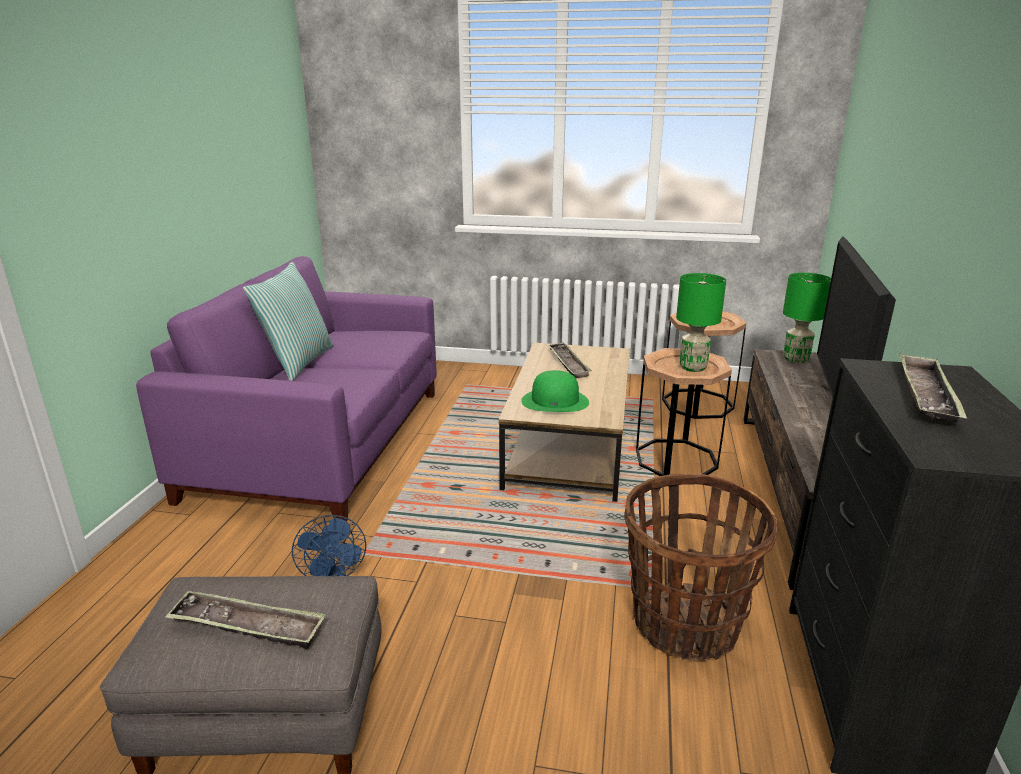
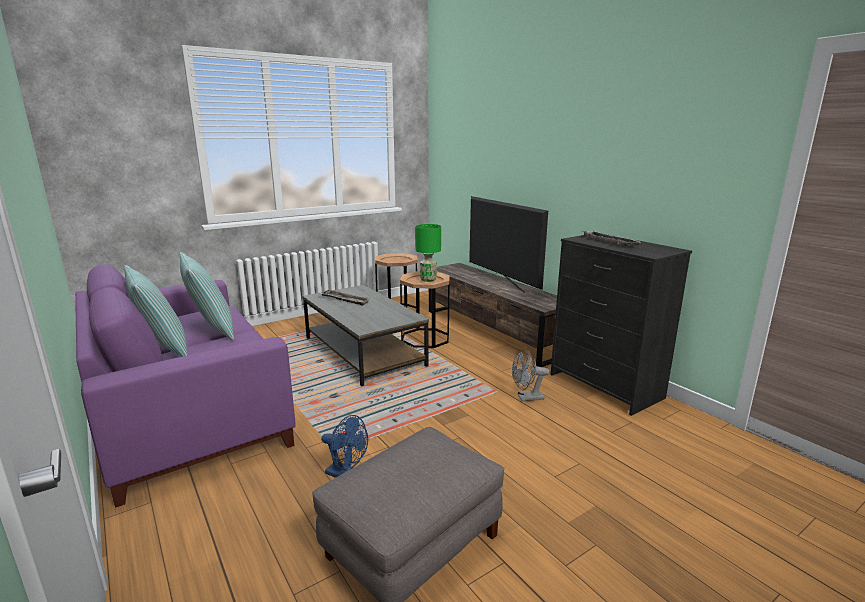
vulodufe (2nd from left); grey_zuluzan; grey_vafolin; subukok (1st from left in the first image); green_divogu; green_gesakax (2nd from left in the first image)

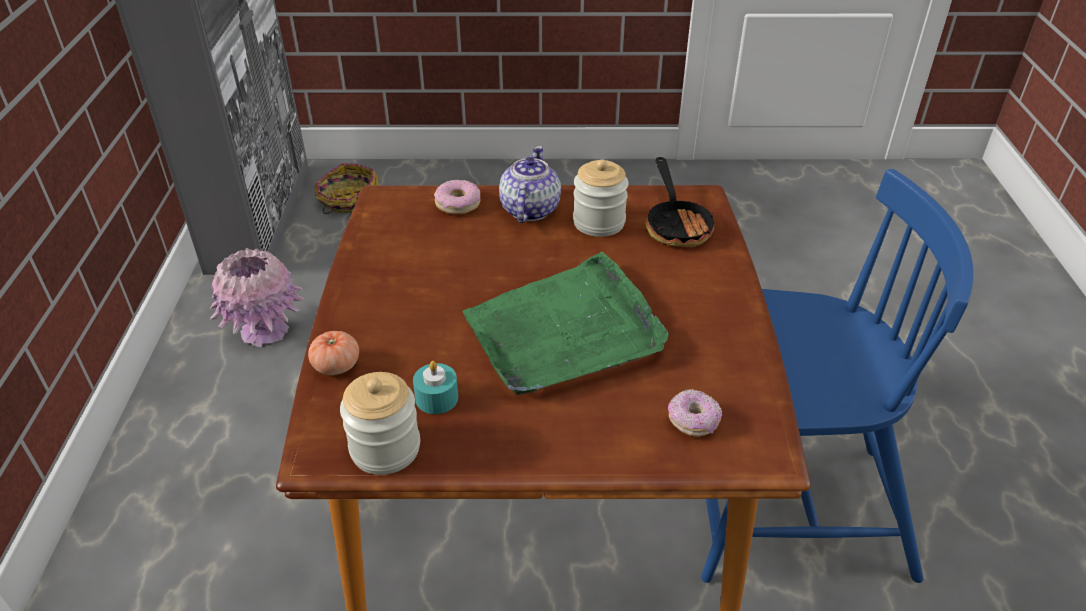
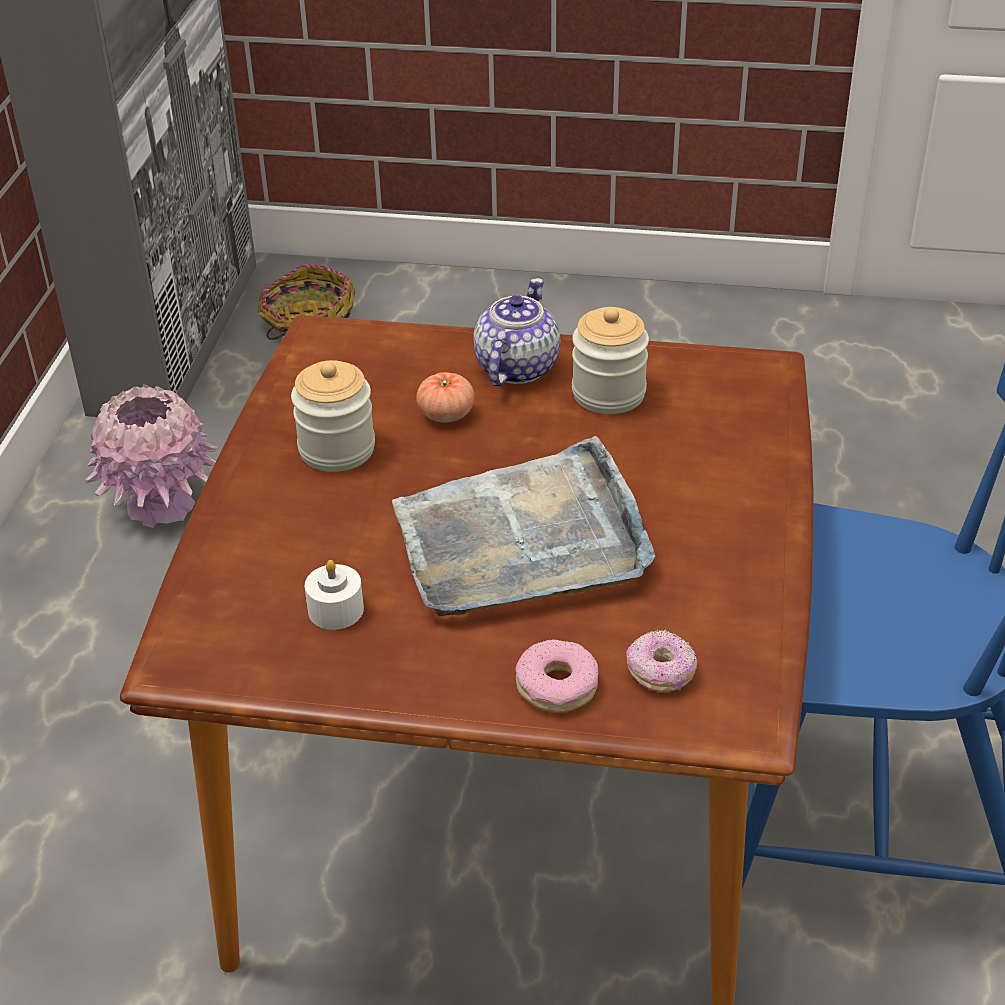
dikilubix (1st from left); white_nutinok; grey_subukok; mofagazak; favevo (1st from left); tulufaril

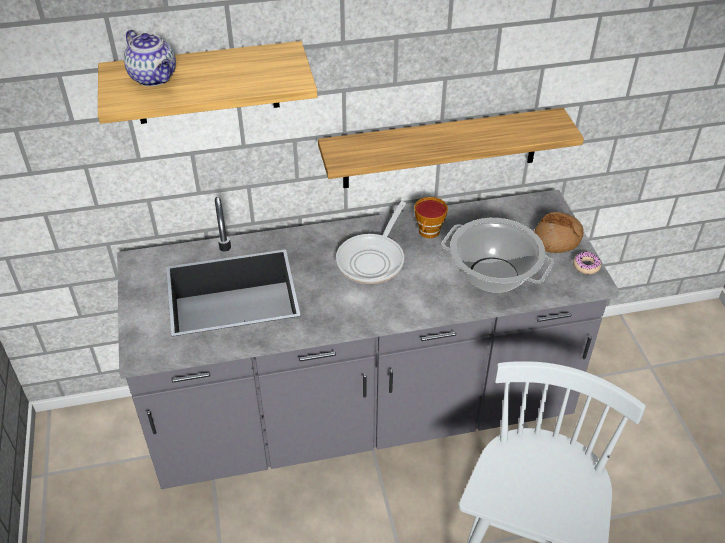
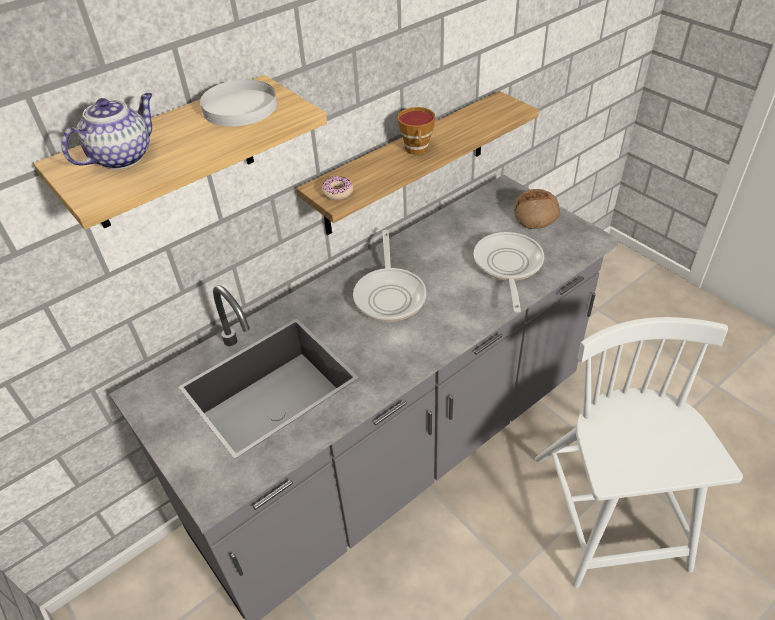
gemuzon; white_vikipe; favevo; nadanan; tulufaril (2nd from left)

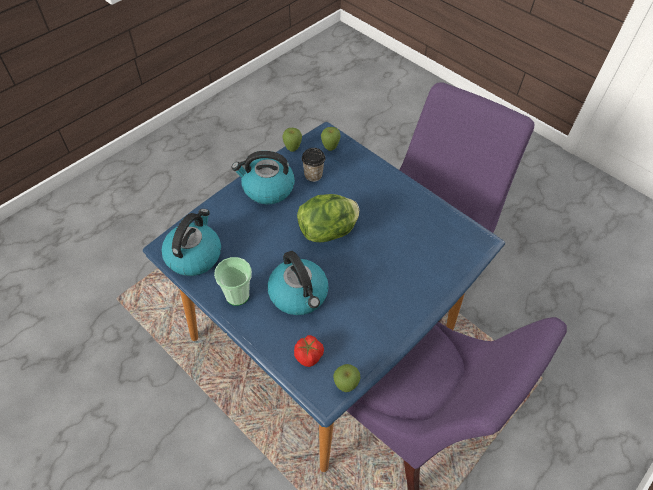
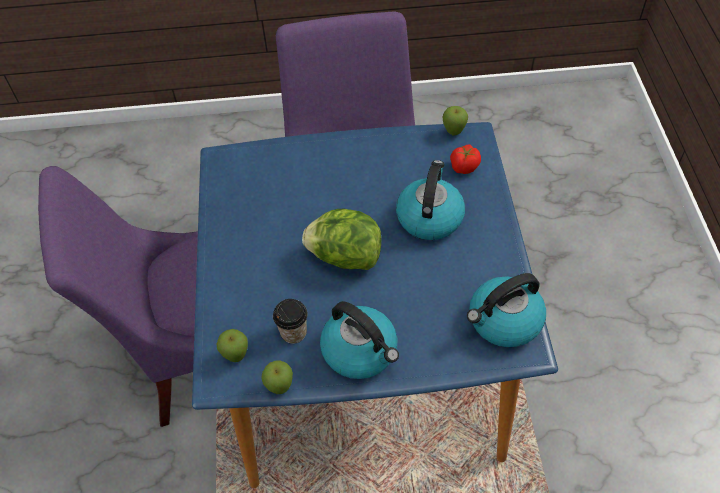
nadanan (1st from left in the first image)

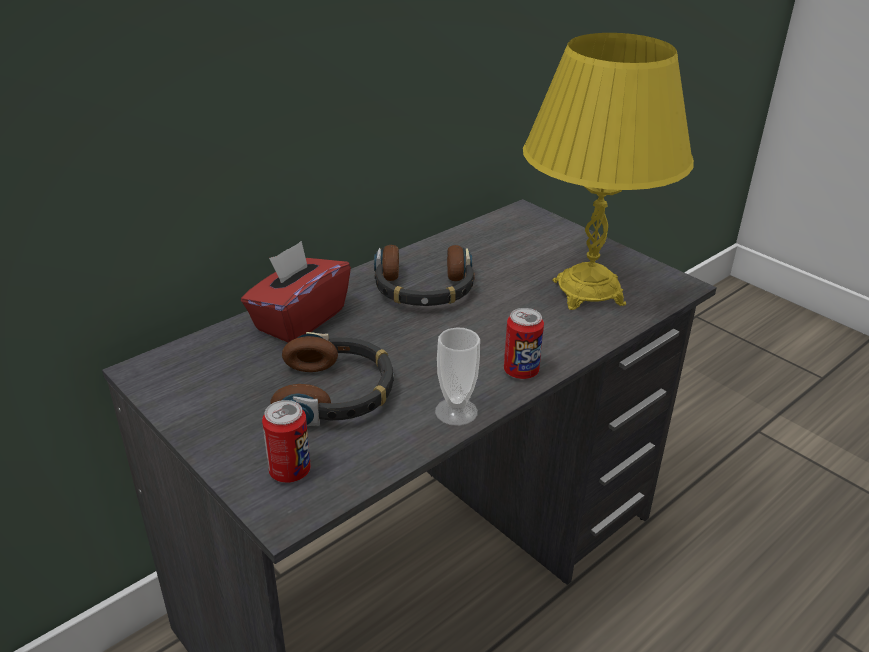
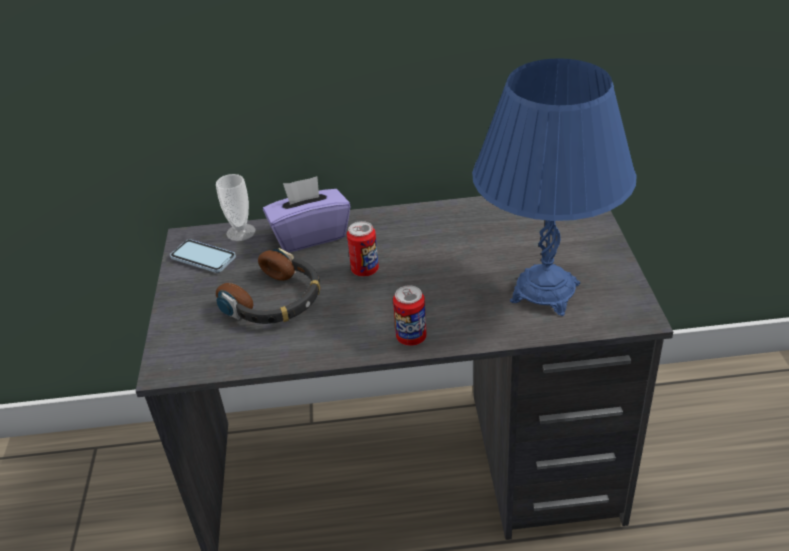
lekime; nadanan; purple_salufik; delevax (1st from left); blue_gesakax; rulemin (2nd from left in the first image)

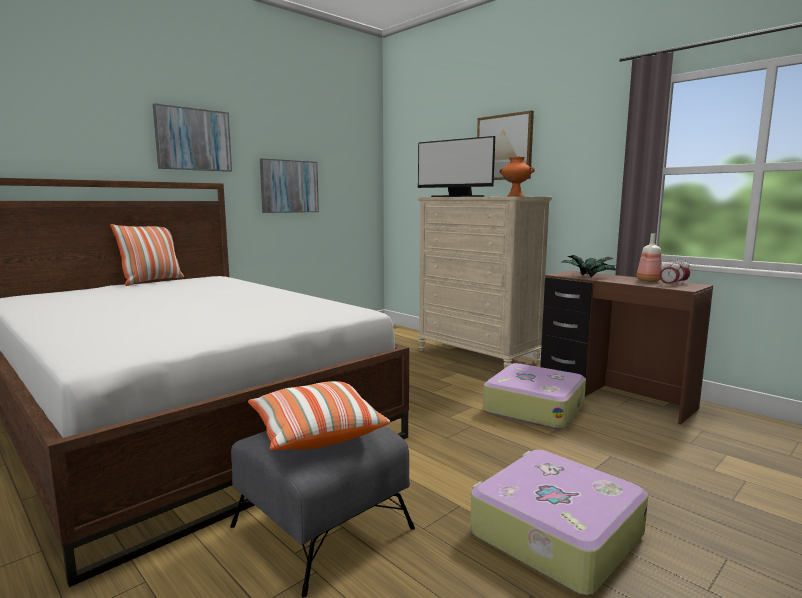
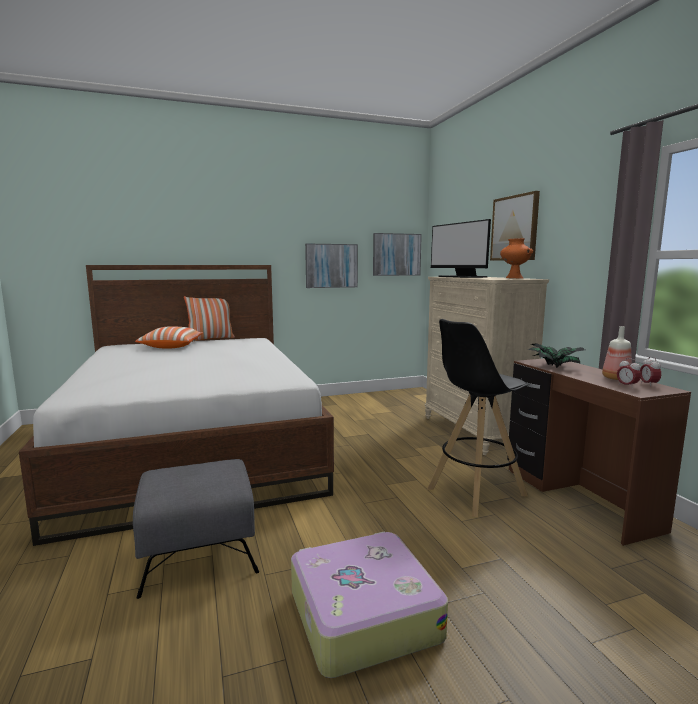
vulodufe (1st from left); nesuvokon (2nd from left); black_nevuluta

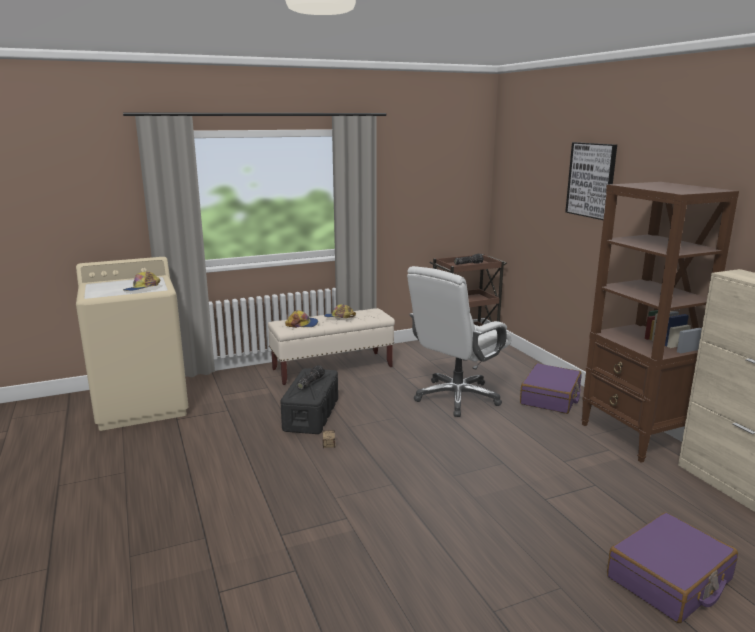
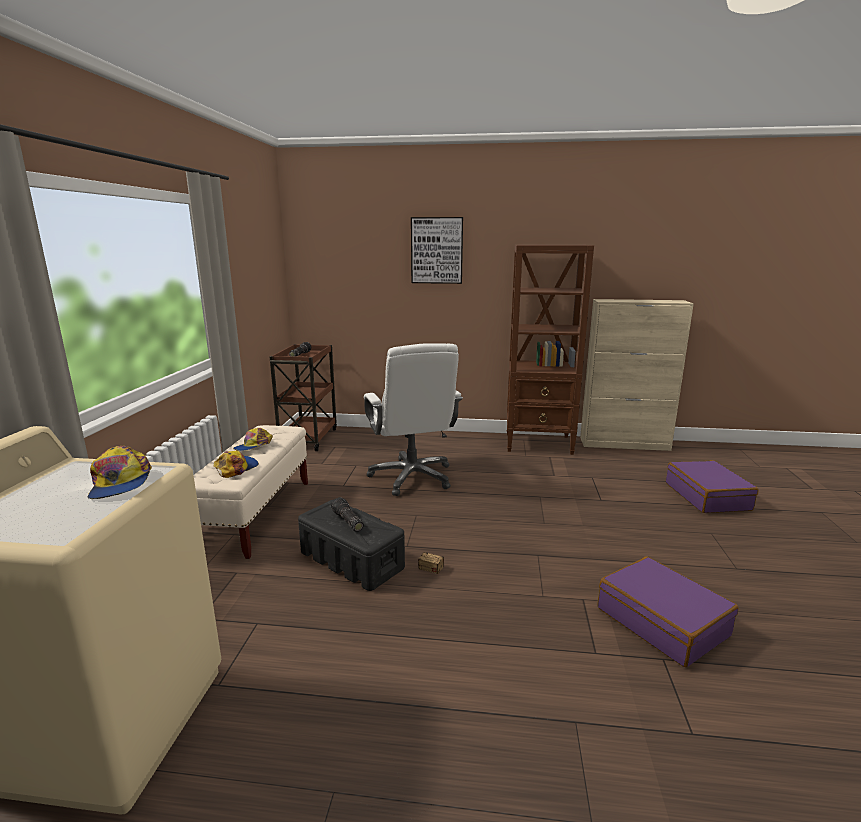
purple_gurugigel (1st from left)

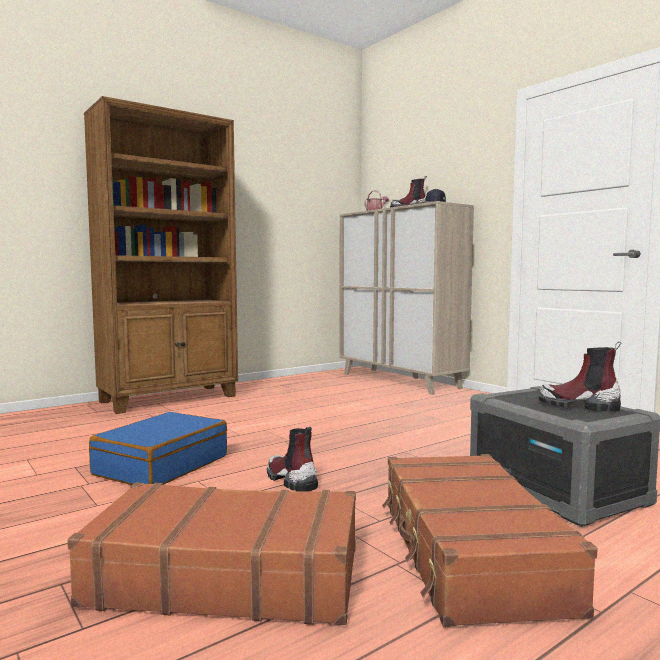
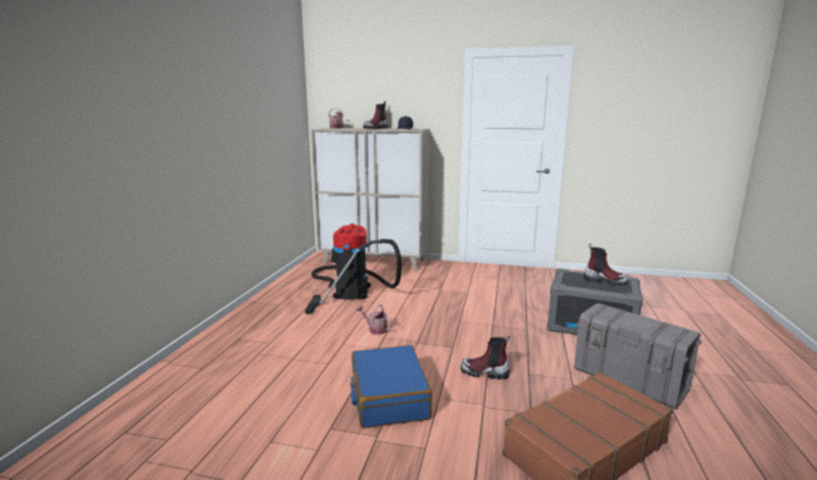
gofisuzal; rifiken (2nd from left); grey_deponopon (2nd from left); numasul (3rd from left); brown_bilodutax

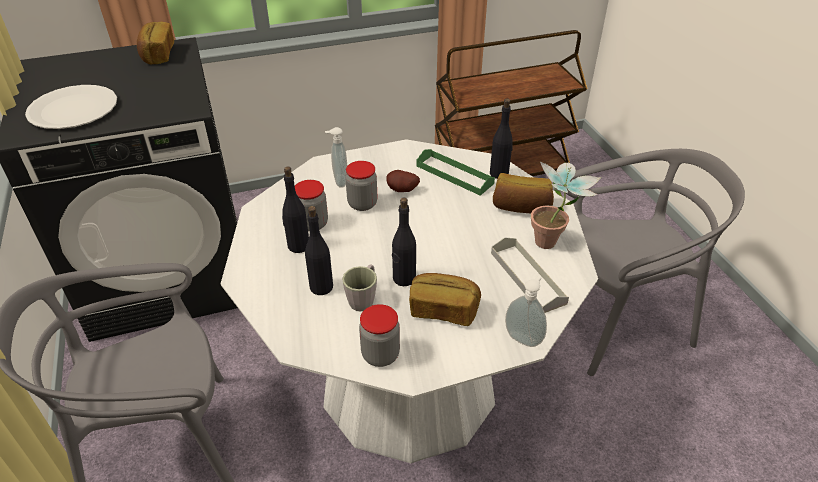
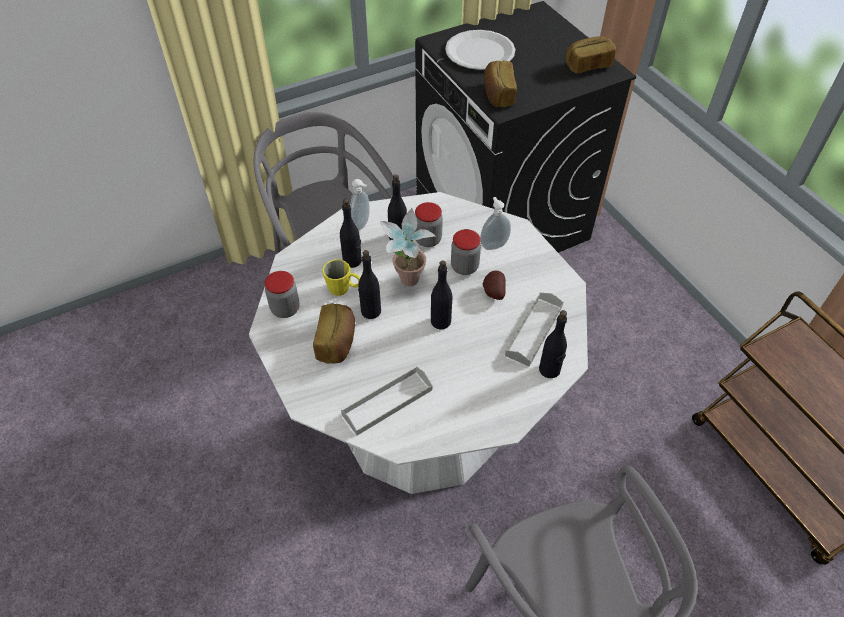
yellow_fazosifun; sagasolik (1st from left); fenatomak; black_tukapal (4th from left); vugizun (2nd from left); grey_subukok (2nd from left)

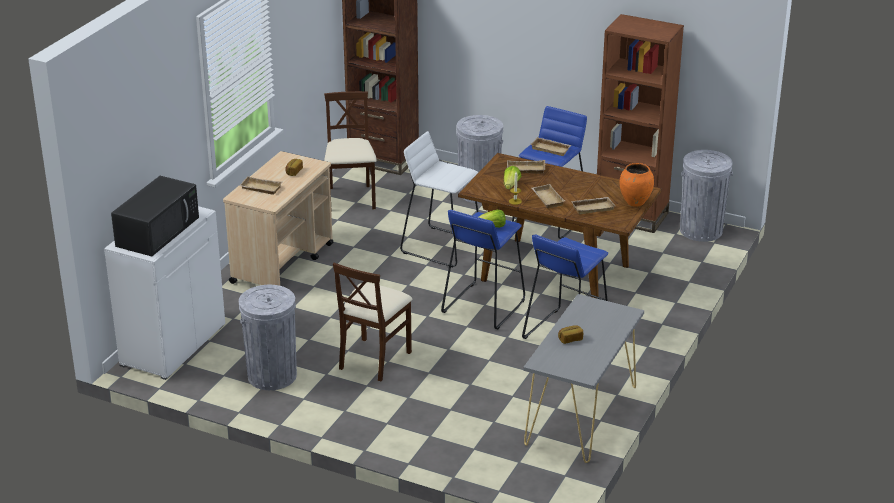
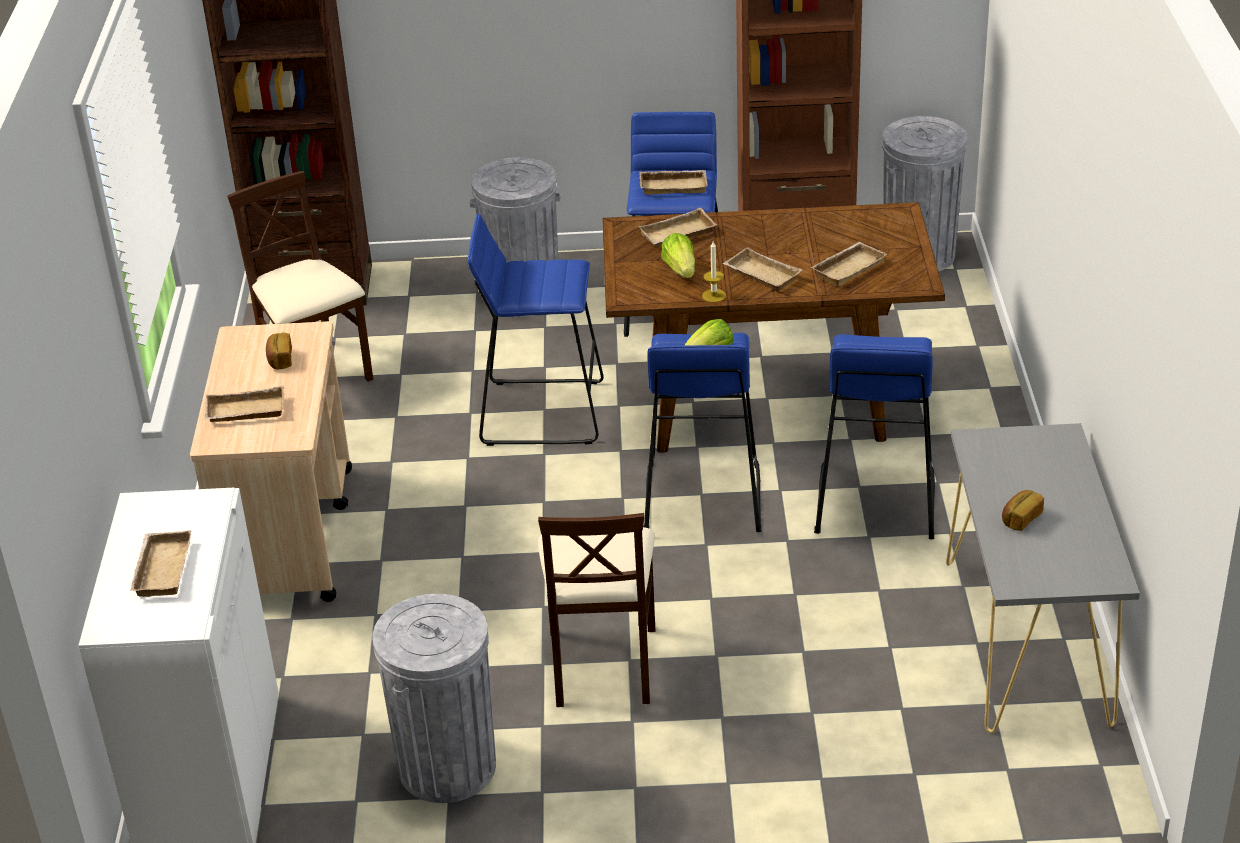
beige_subukok (1st from left); blue_nevuluta (1st from left); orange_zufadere

